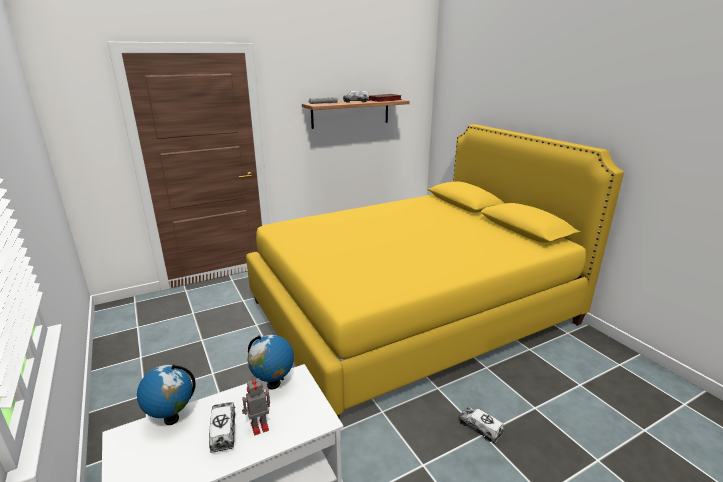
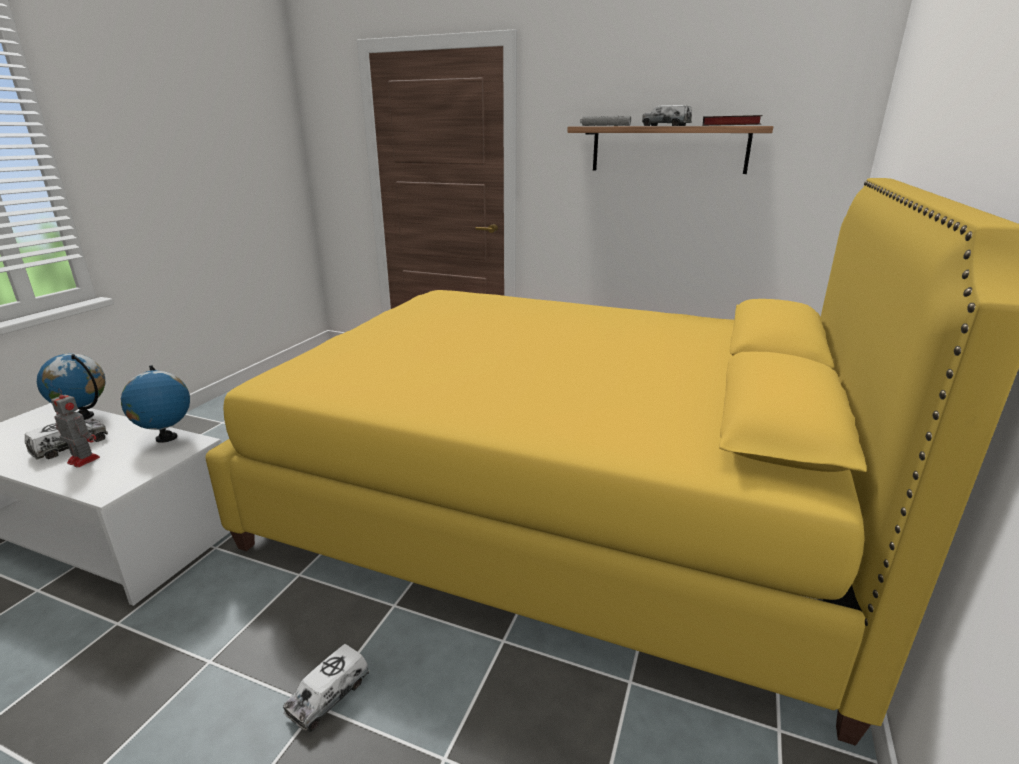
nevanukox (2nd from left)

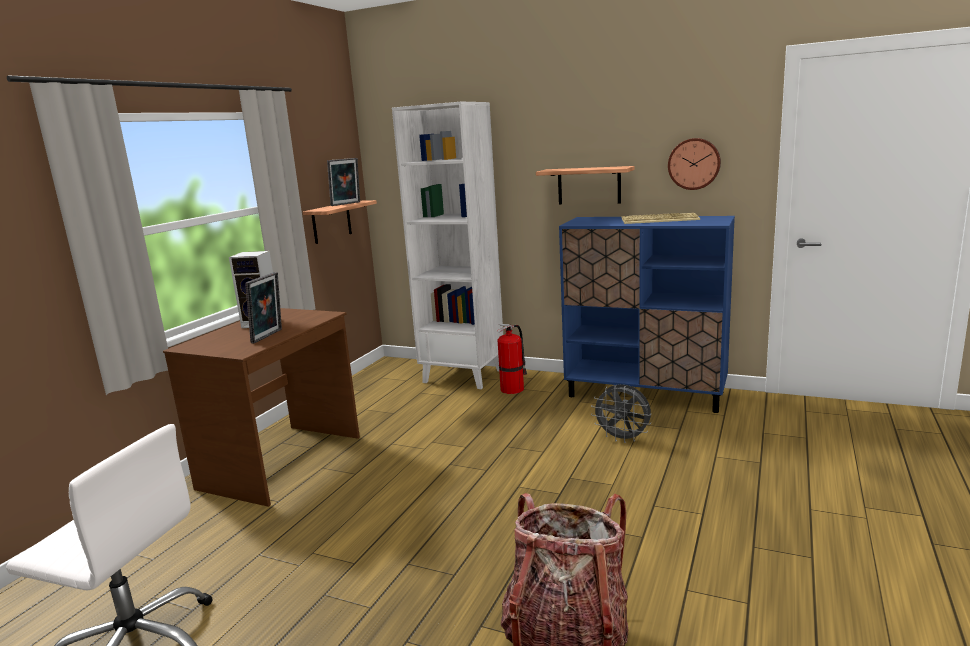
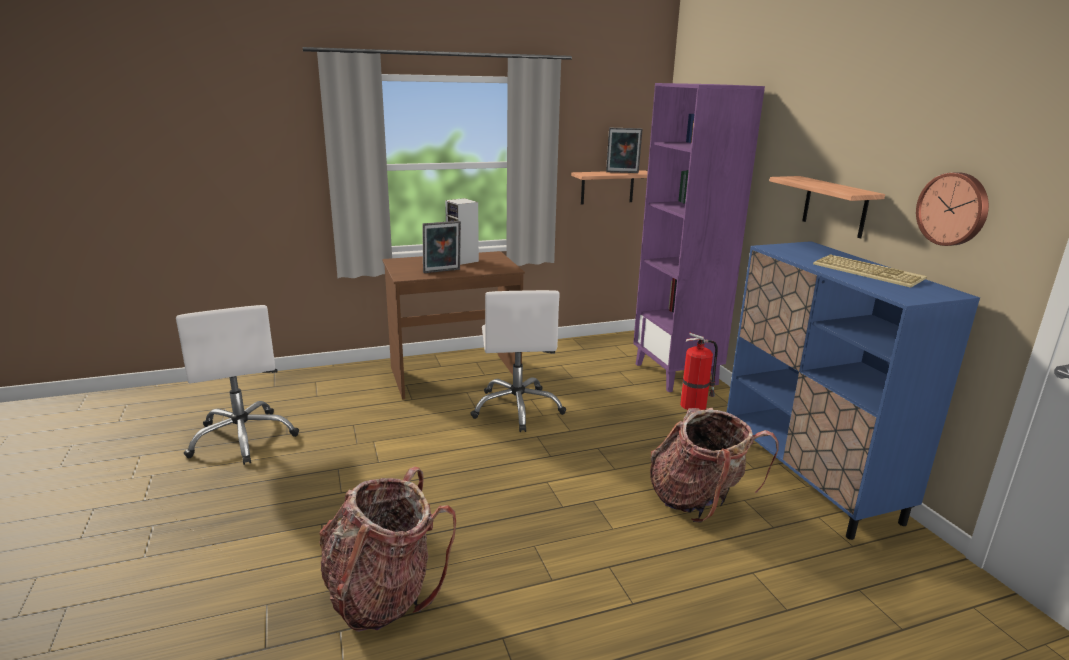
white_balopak (2nd from left); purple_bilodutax; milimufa (2nd from left)

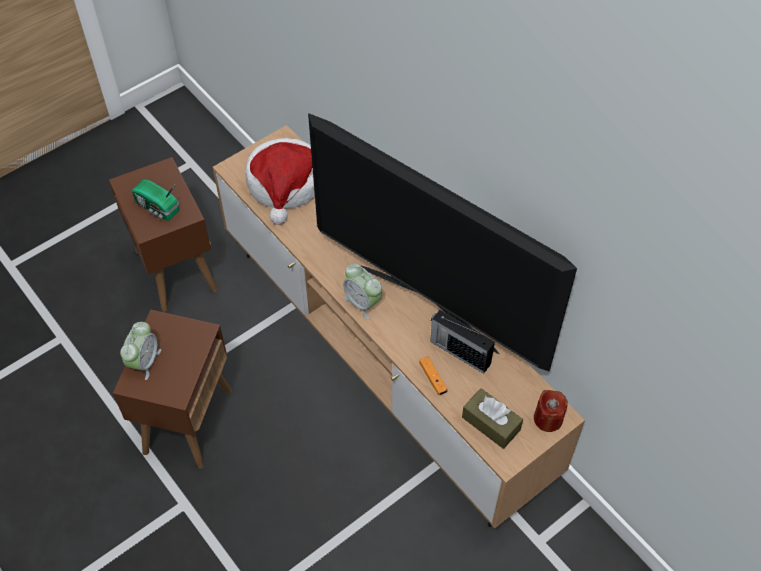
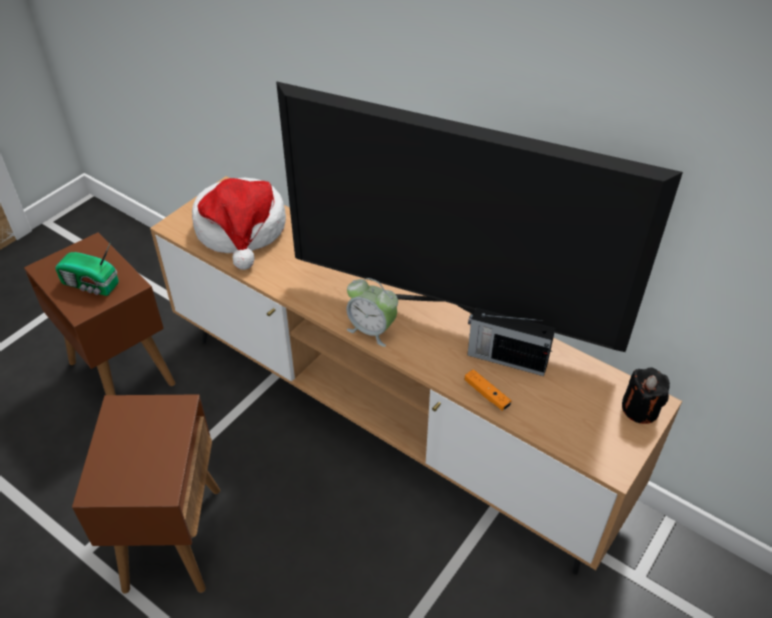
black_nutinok; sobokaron (1st from left in the first image); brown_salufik

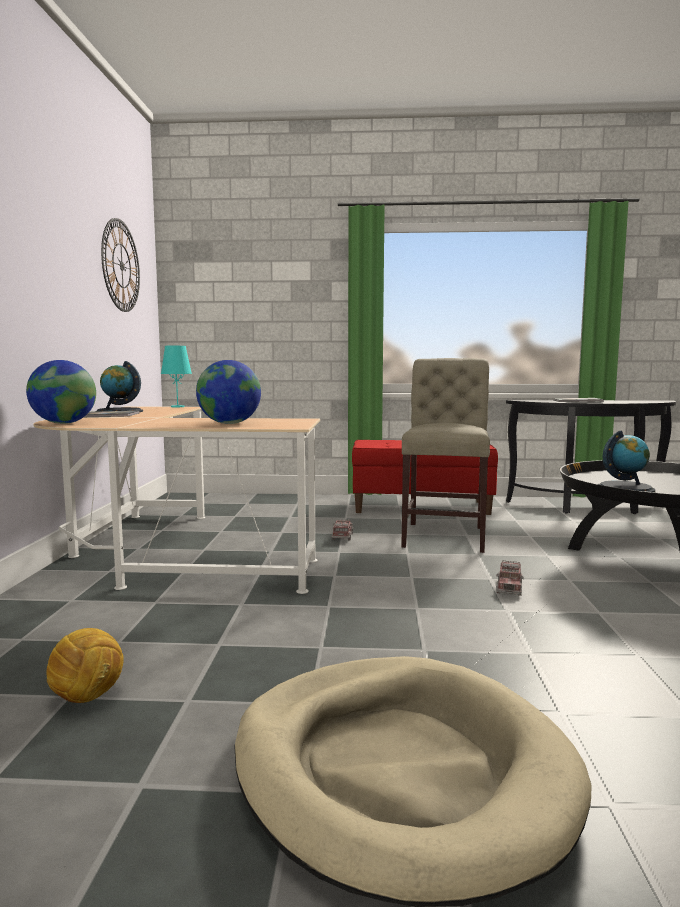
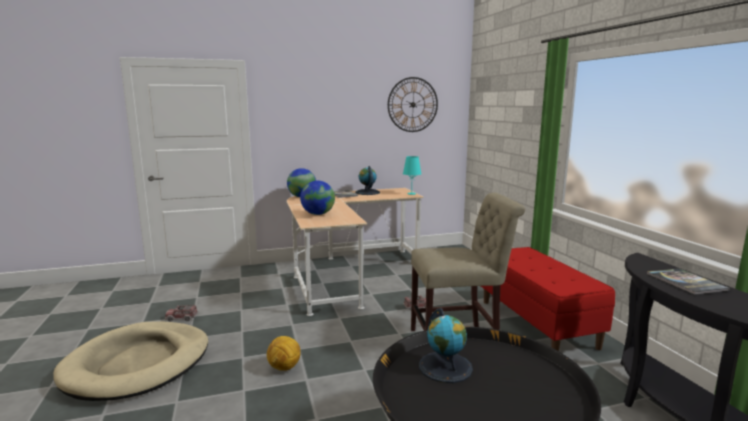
nevanukox (1st from left); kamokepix

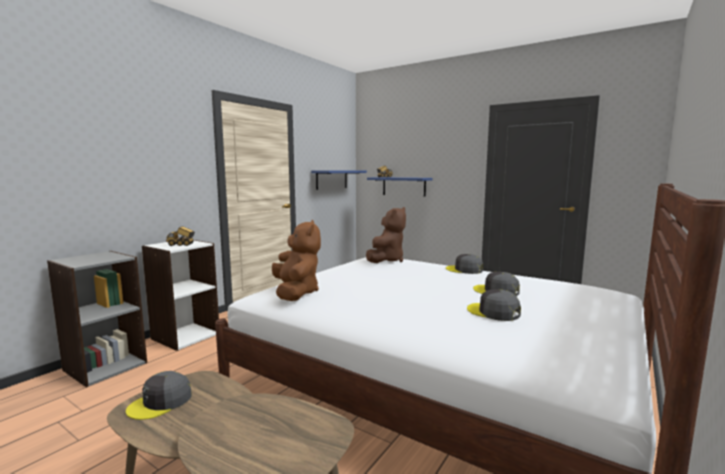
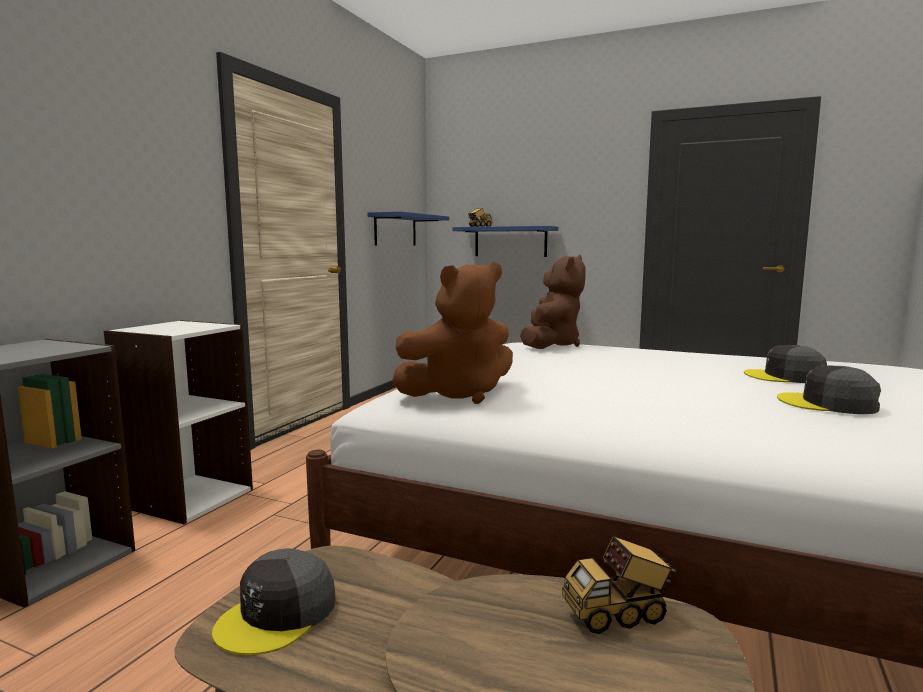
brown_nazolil (1st from left); nevanukox (2nd from left); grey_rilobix (2nd from left in the first image)

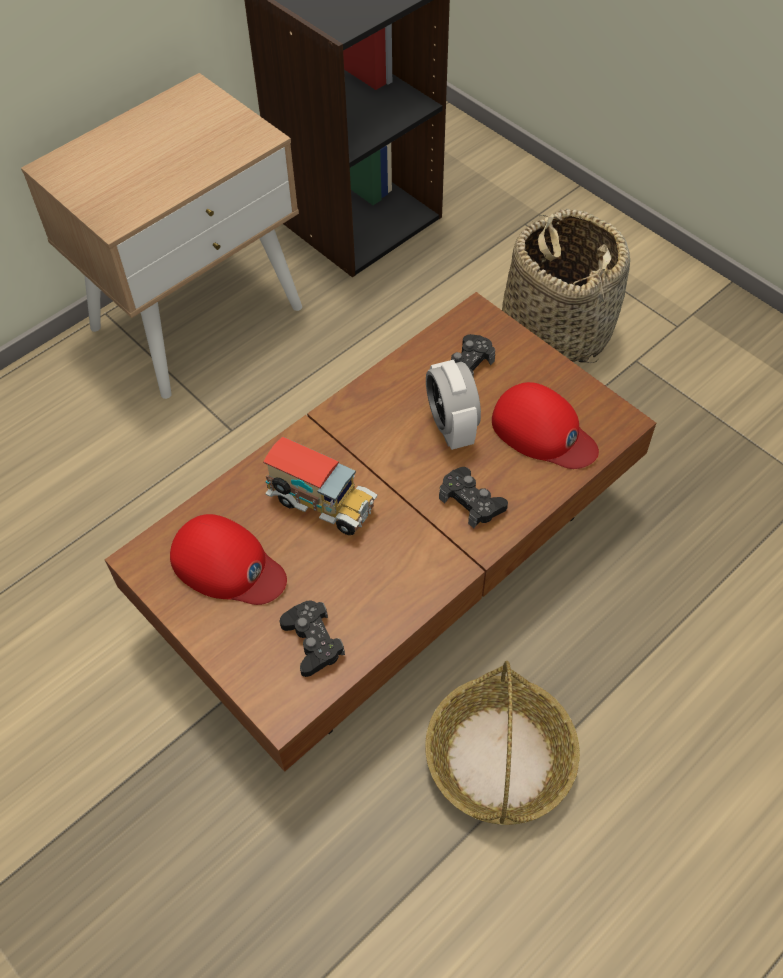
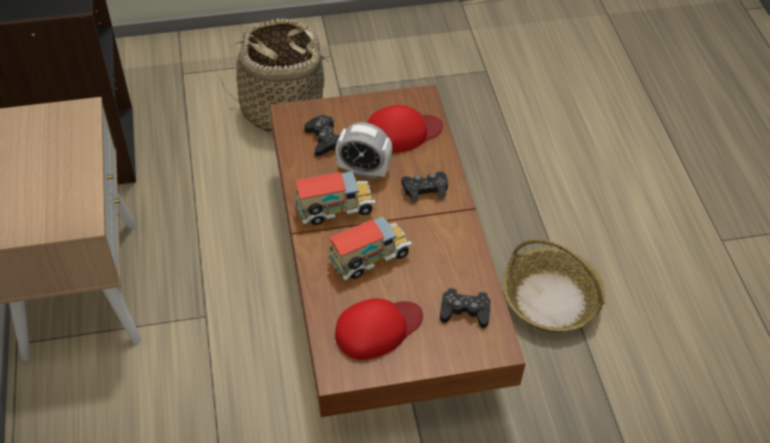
nevanukox (1st from left)

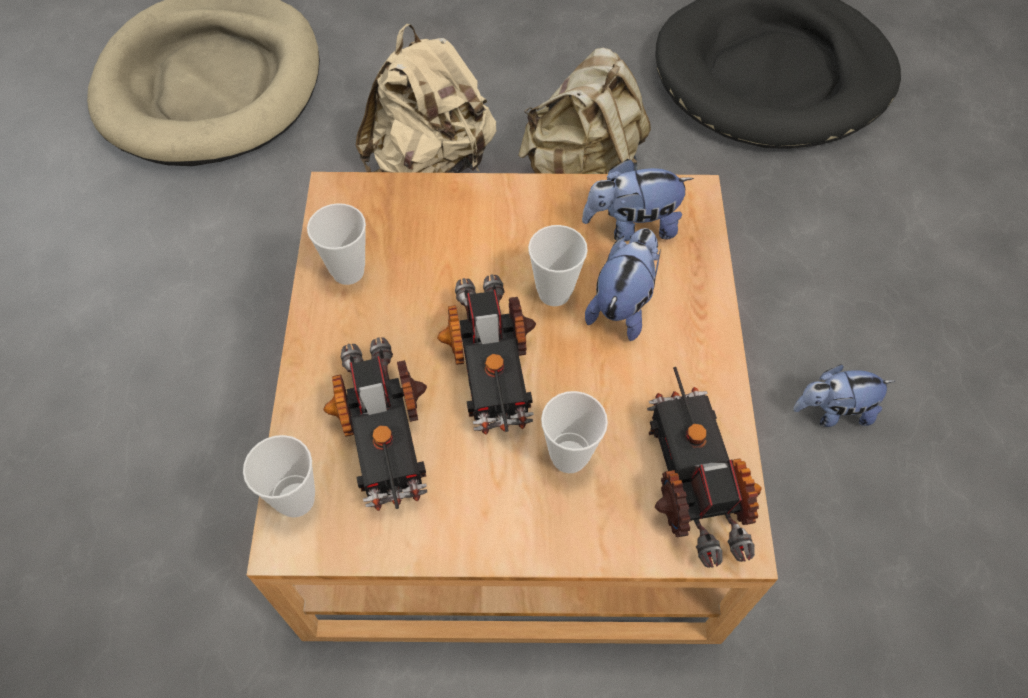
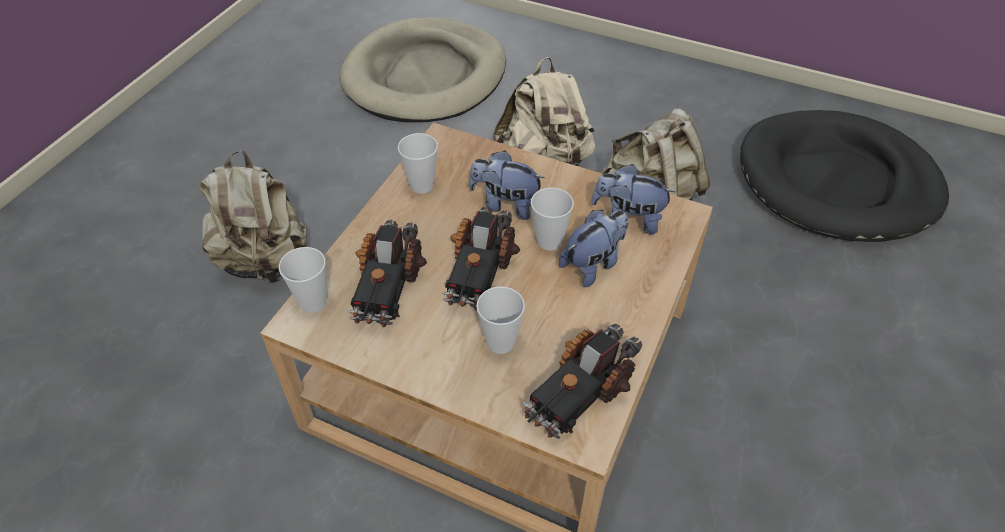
beige_milimufa (1st from left); nazolil (1st from left); nevanukox (3rd from left)

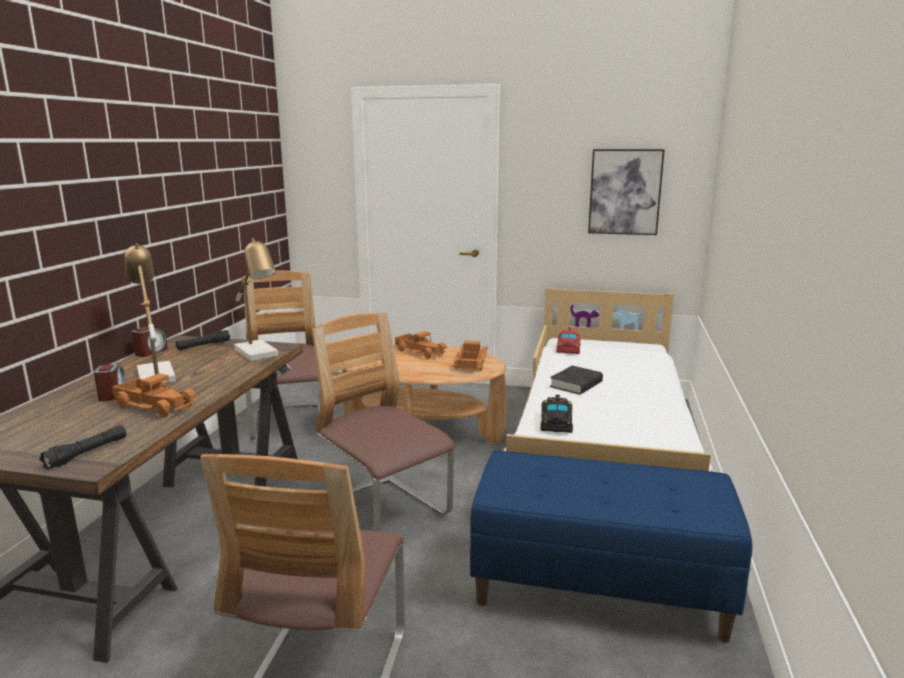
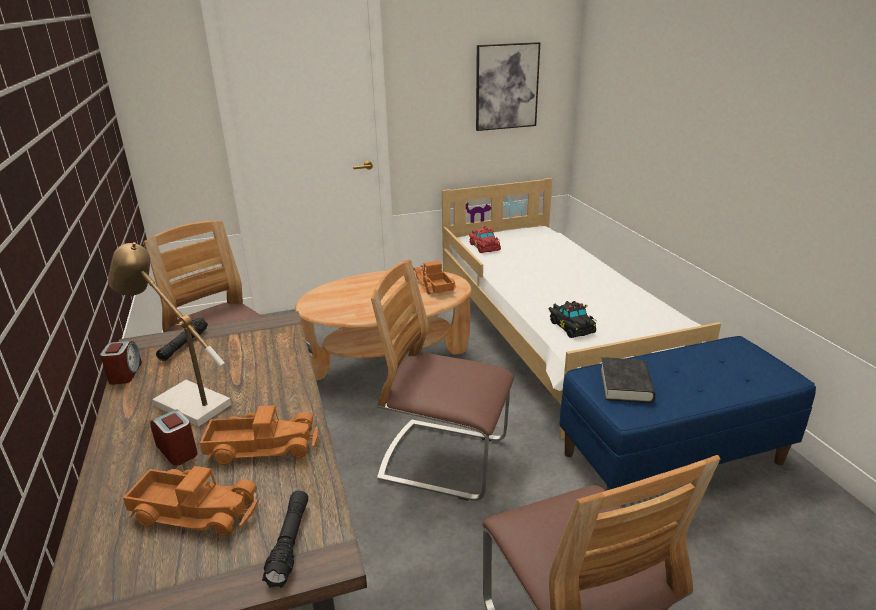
nevanukox (1st from left); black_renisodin; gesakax (2nd from left in the first image)

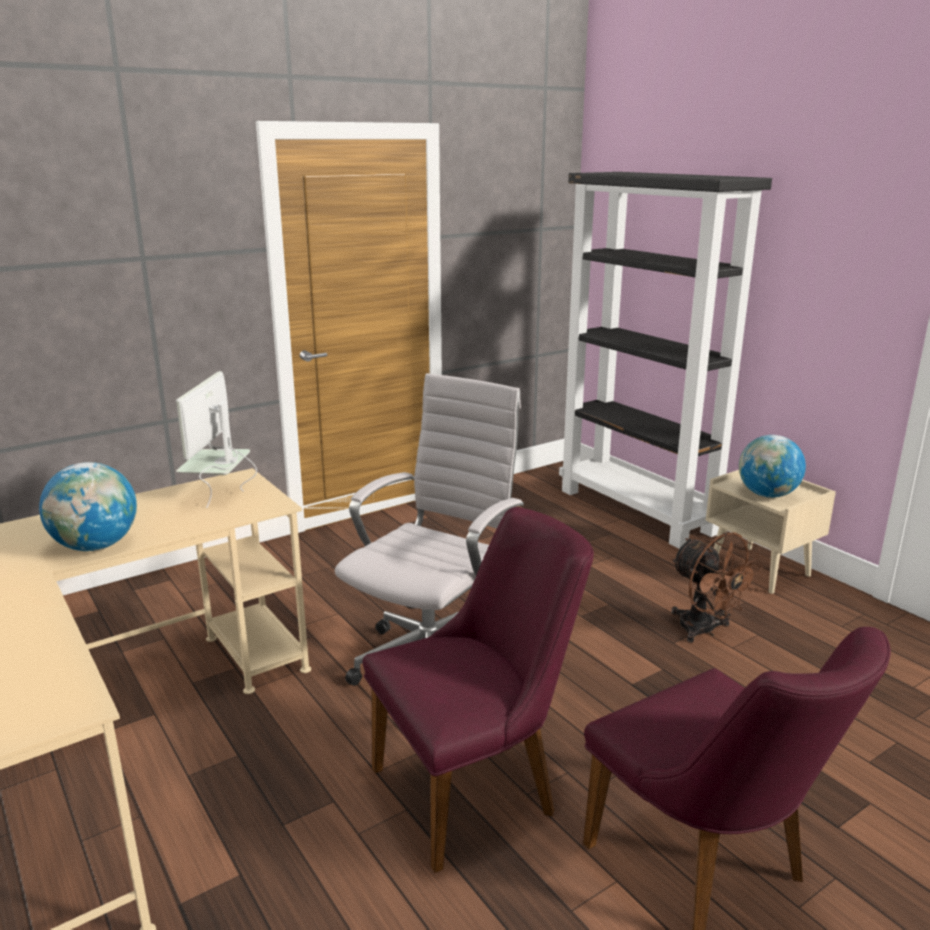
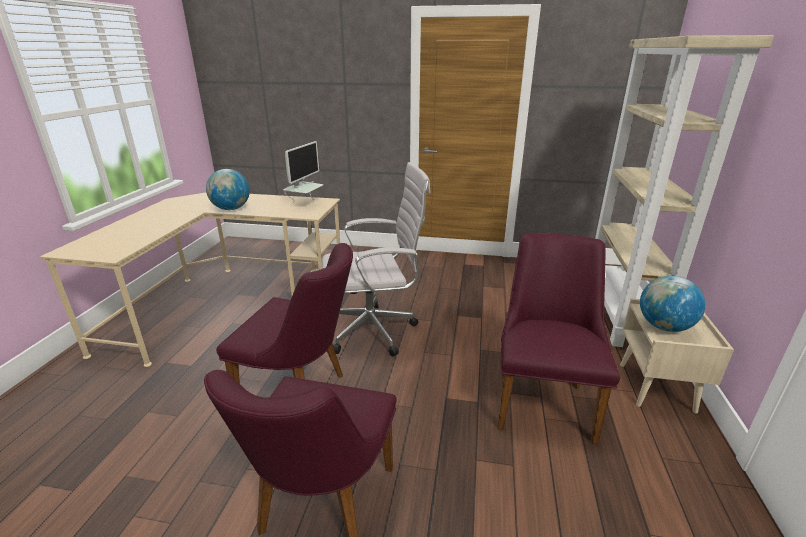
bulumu; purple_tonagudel (3rd from left); beige_bilodutax

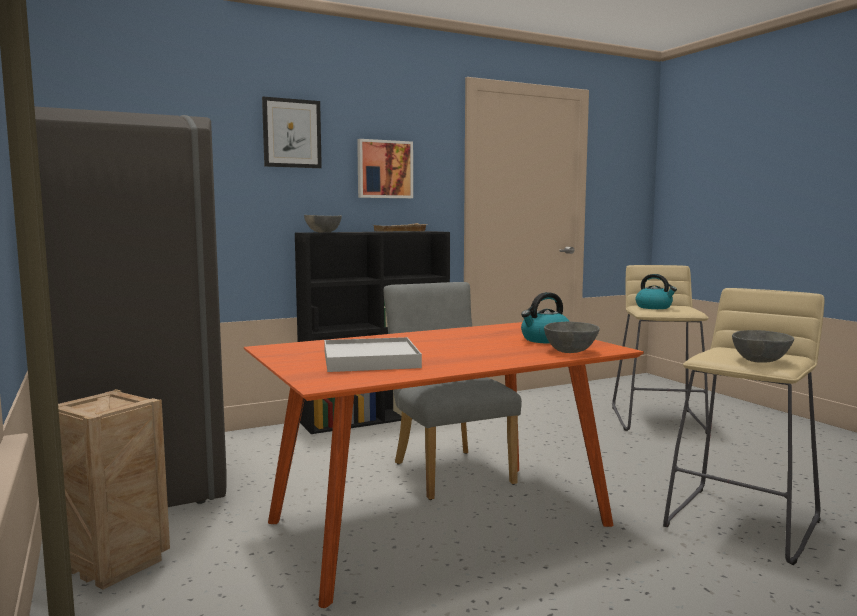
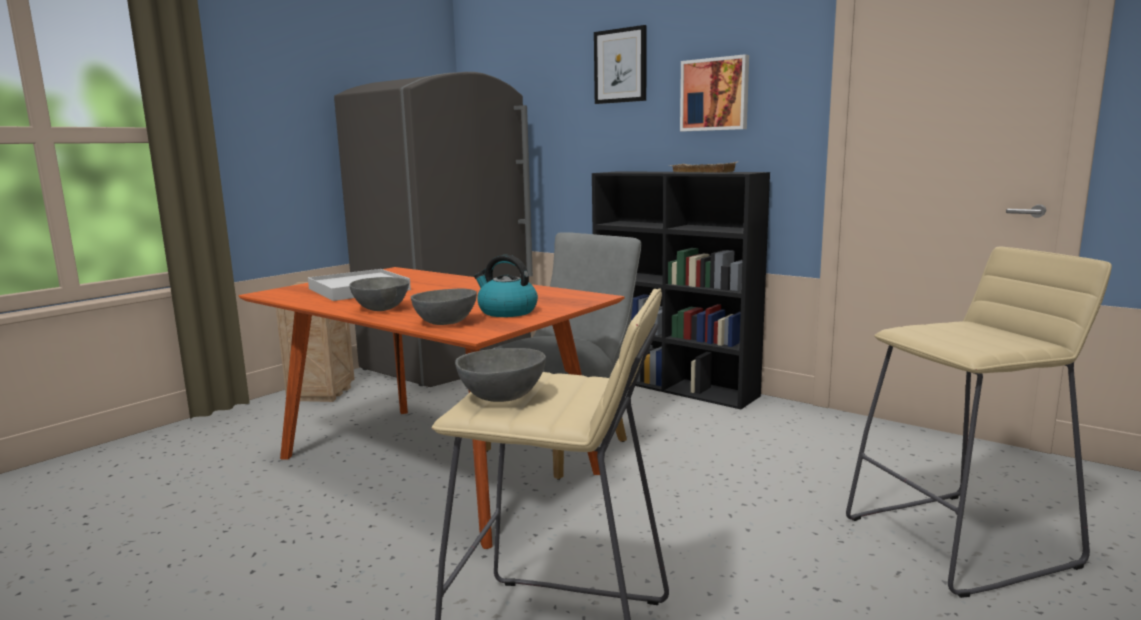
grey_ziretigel (1st from left); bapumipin (2nd from left in the first image)

